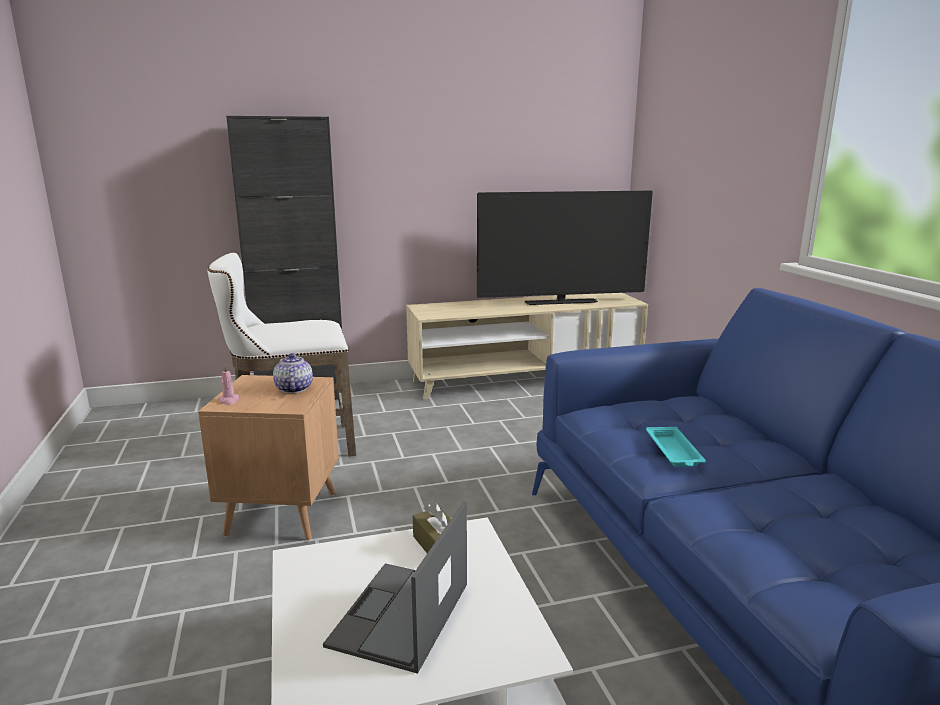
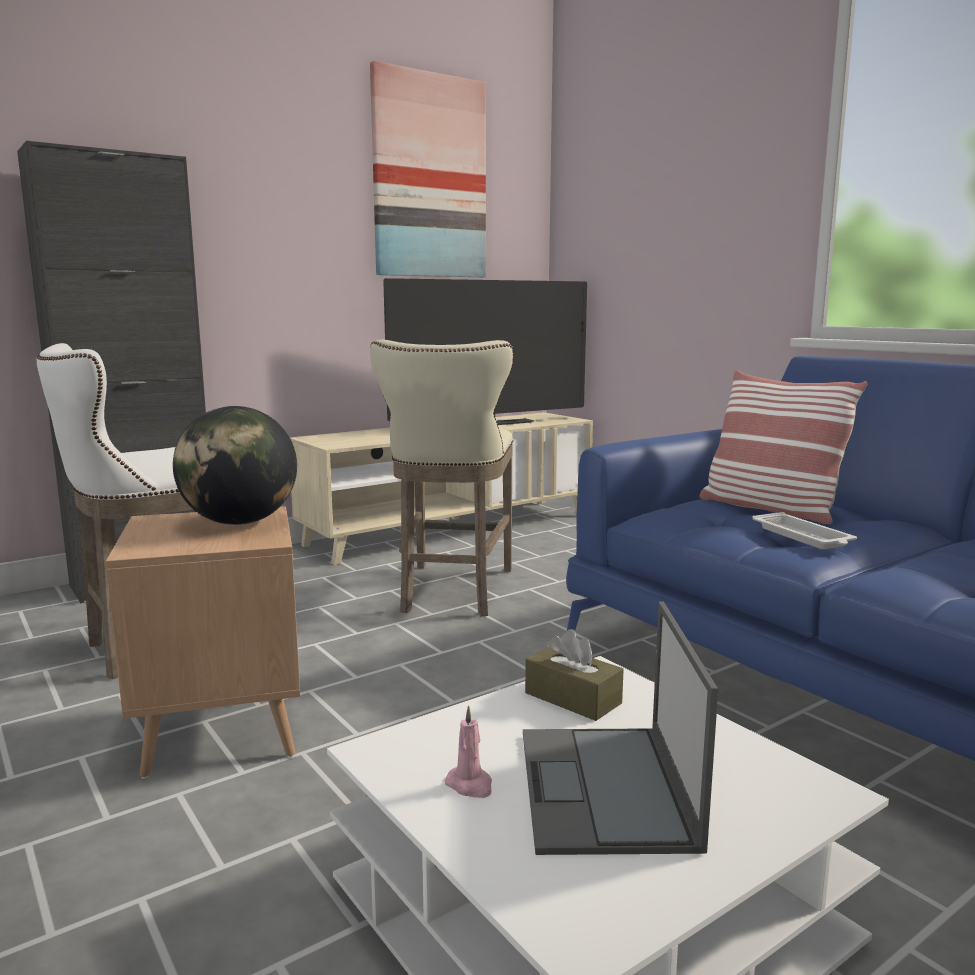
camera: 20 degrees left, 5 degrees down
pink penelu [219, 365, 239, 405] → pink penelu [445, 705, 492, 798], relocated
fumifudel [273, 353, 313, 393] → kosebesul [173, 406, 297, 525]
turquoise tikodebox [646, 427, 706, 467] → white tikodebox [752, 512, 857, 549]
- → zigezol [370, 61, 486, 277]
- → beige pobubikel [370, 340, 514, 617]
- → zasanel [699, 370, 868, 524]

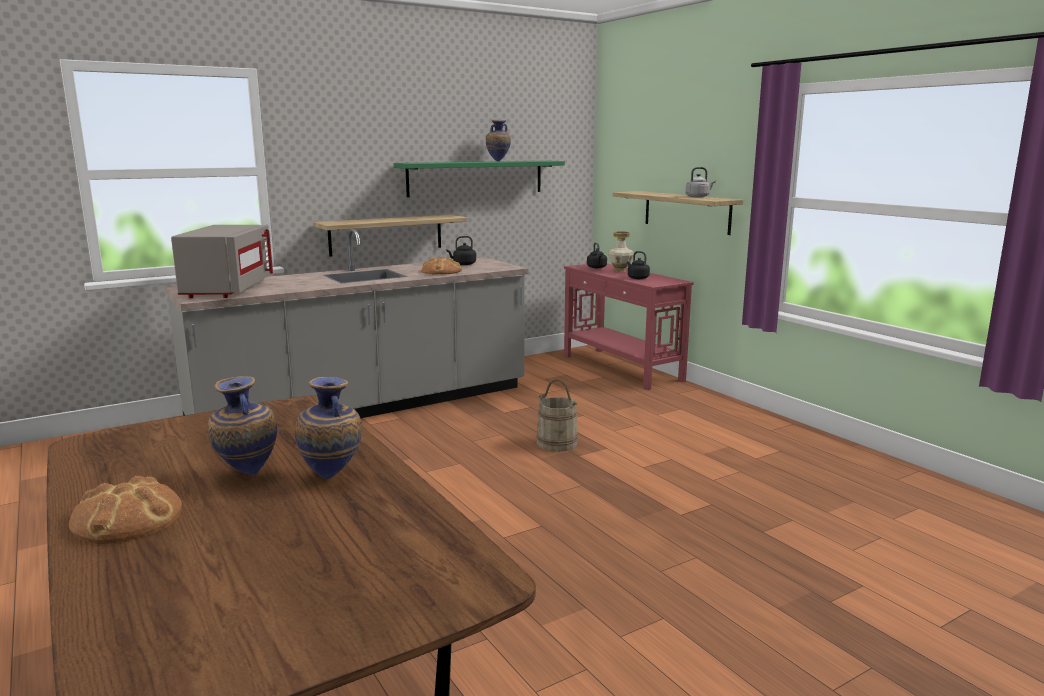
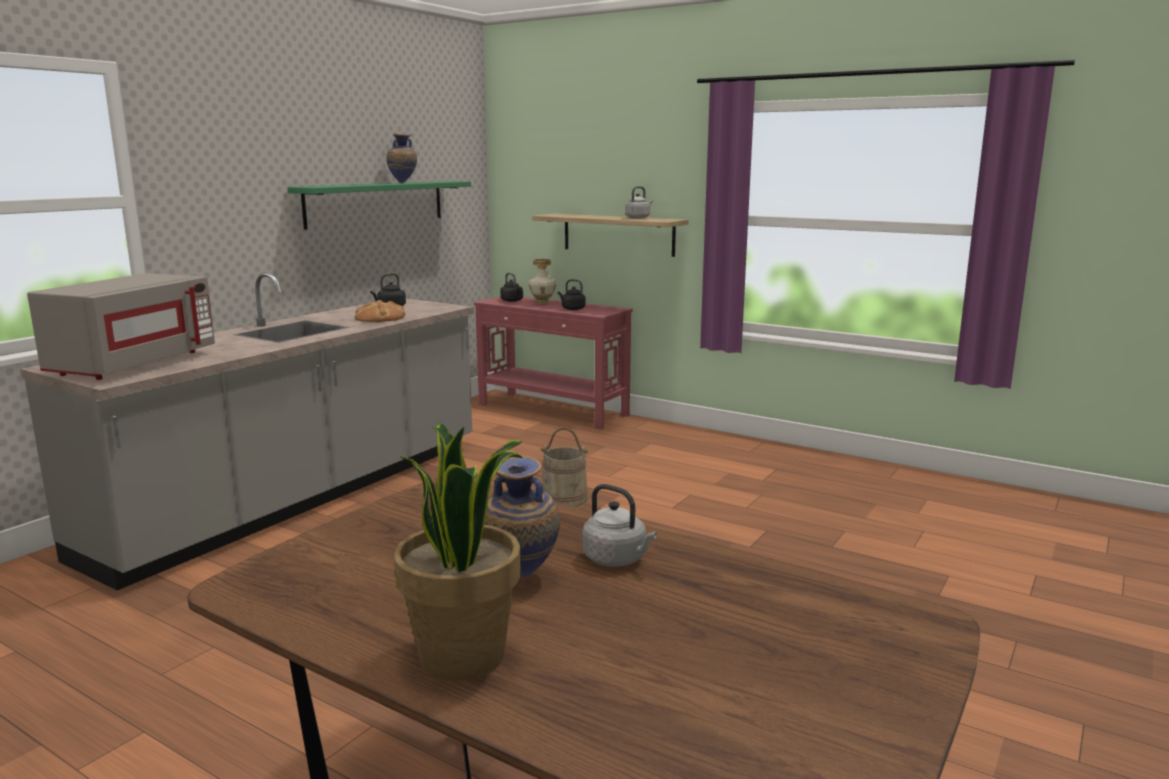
camera: 25 degrees left, 0 degrees up
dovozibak [69, 475, 182, 544] → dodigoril [394, 421, 523, 681]
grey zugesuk [171, 225, 273, 298] → grey zugesuk [27, 273, 215, 380], 45 degrees clockwise
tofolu [295, 377, 362, 480] → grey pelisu [582, 484, 657, 567]
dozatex [314, 215, 468, 257] → -

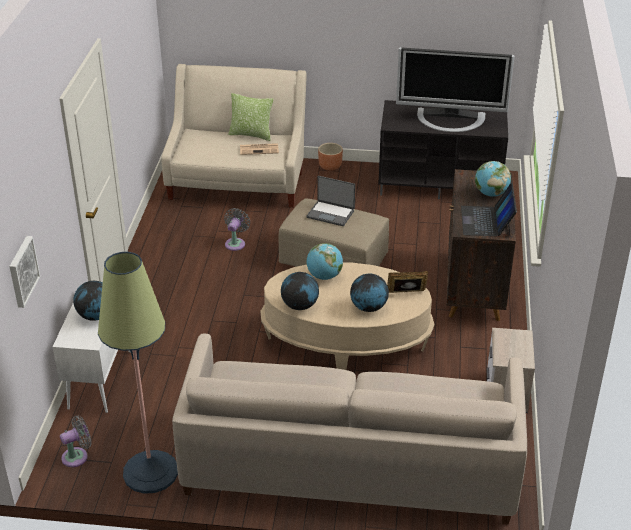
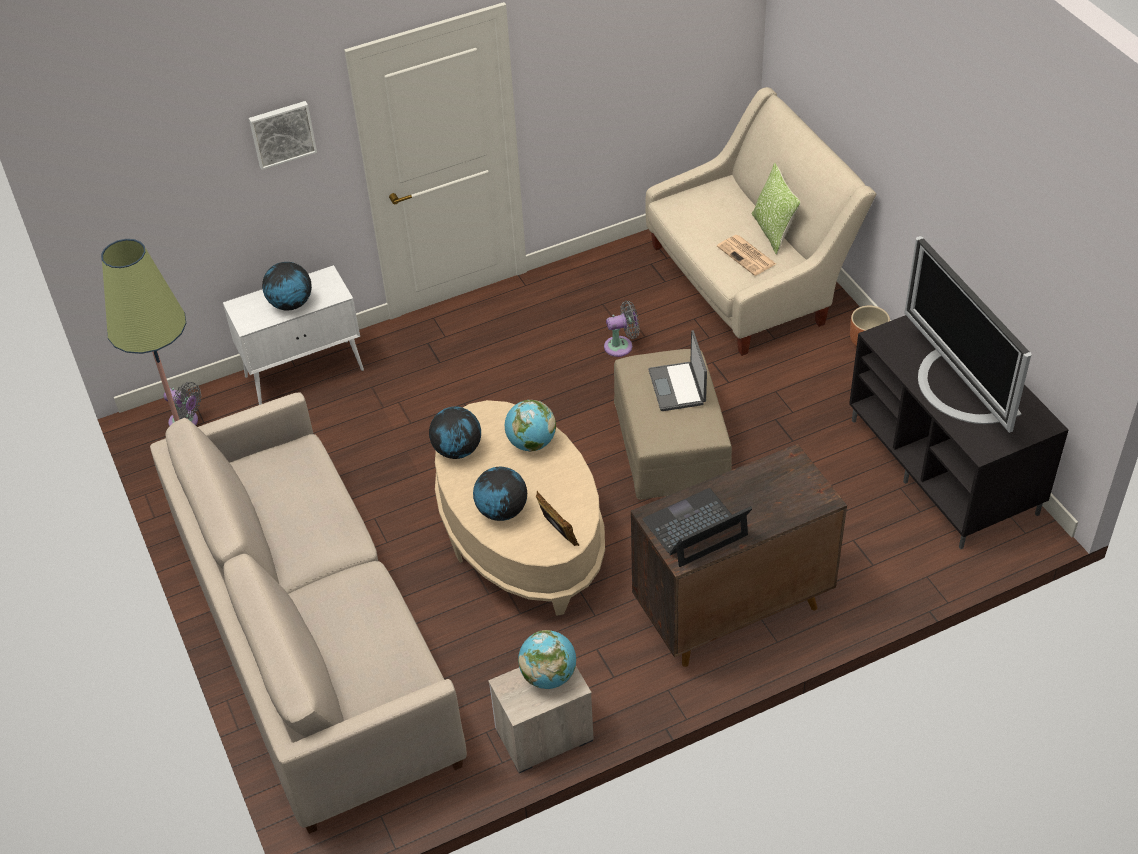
camera: 60 degrees right, 10 degrees up
zigezol [9, 236, 40, 308] → zigezol [249, 101, 317, 170], relocated
kosebesul [475, 161, 511, 197] → kosebesul [518, 630, 576, 689], relocated

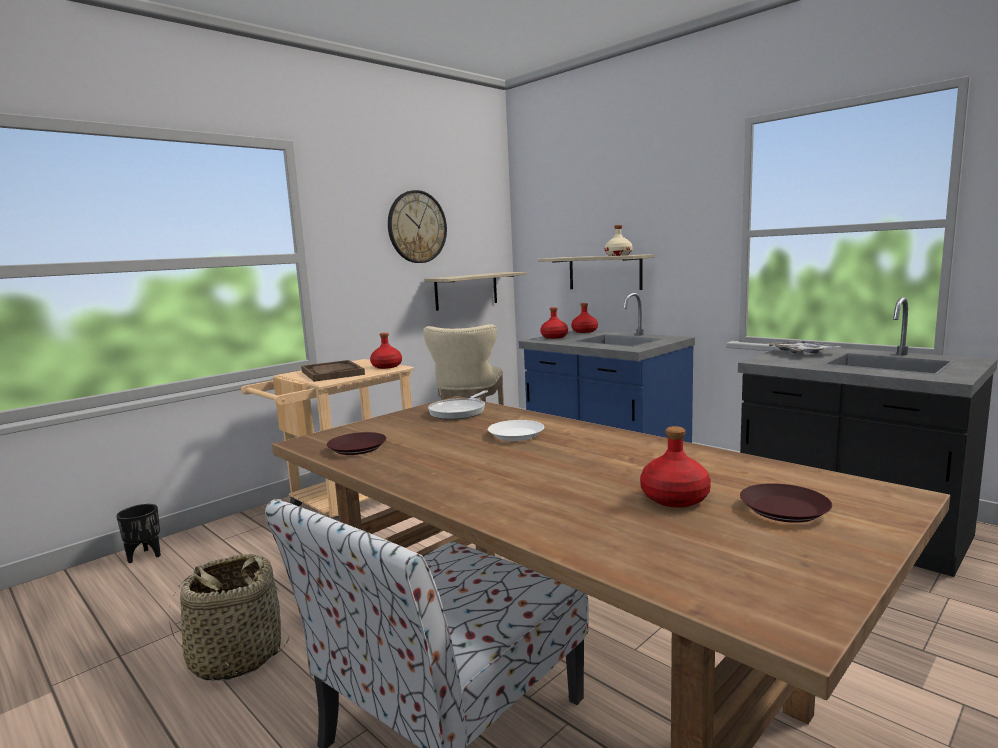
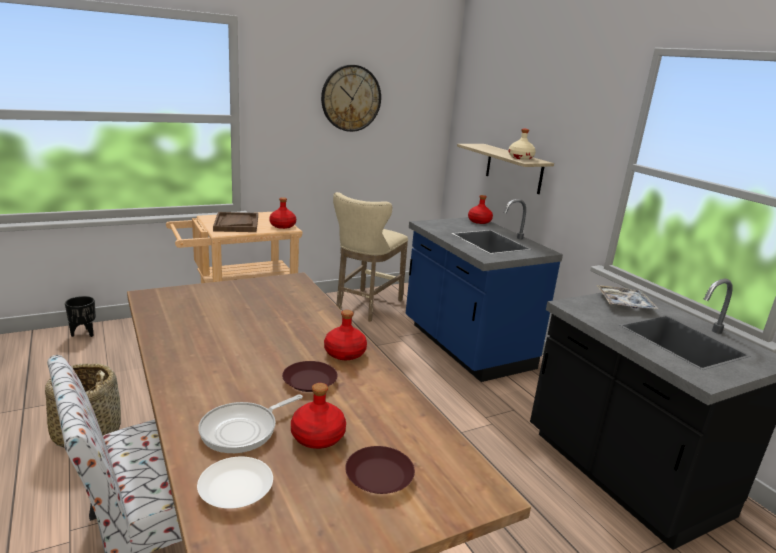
camera: 15 degrees right, 10 degrees up
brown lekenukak [327, 432, 386, 455] → brown lekenukak [282, 361, 338, 392], relocated
dozatex [424, 272, 527, 311] → -
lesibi [428, 390, 488, 420] → lesibi [198, 394, 303, 453], relocated
white lekenukak [488, 420, 544, 441] → white lekenukak [197, 457, 273, 509], relocated
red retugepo [540, 307, 568, 339] → red retugepo [324, 310, 367, 360], relocated

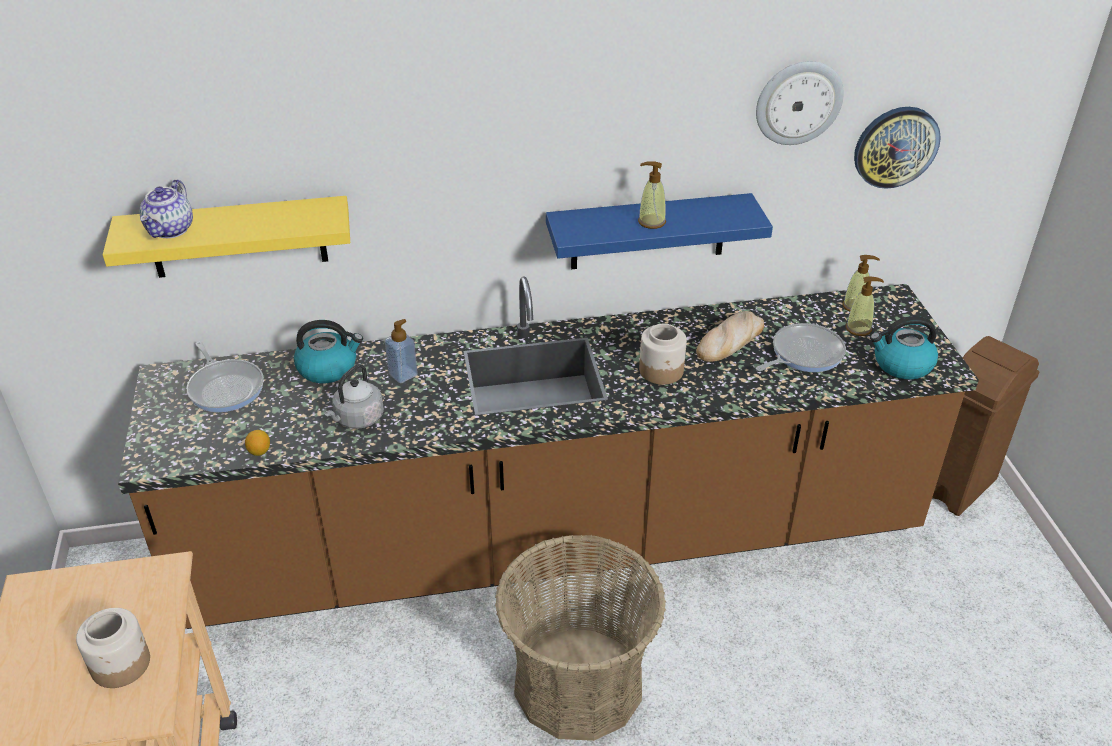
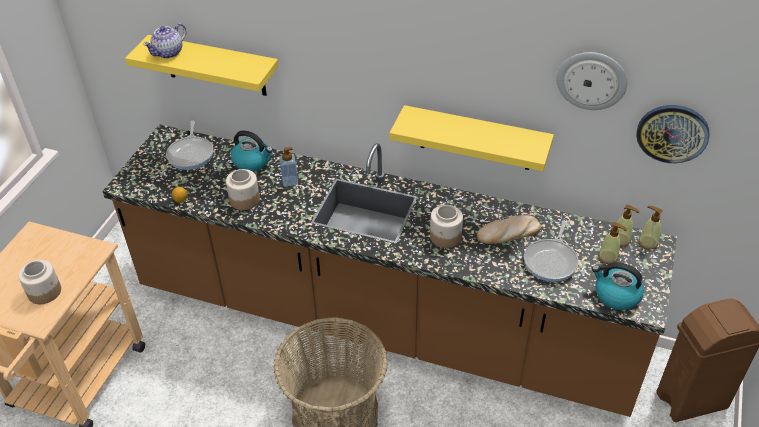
camera: 30 degrees right, 5 degrees up
grey pelisu [324, 364, 384, 429] → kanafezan [226, 169, 260, 210]
blue dozatex [546, 193, 773, 269] → yellow dozatex [390, 105, 554, 171]
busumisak [638, 161, 666, 229] → busumisak [638, 206, 663, 250], relocated
lesibi [756, 323, 846, 372] → lesibi [524, 221, 579, 282], 120 degrees clockwise

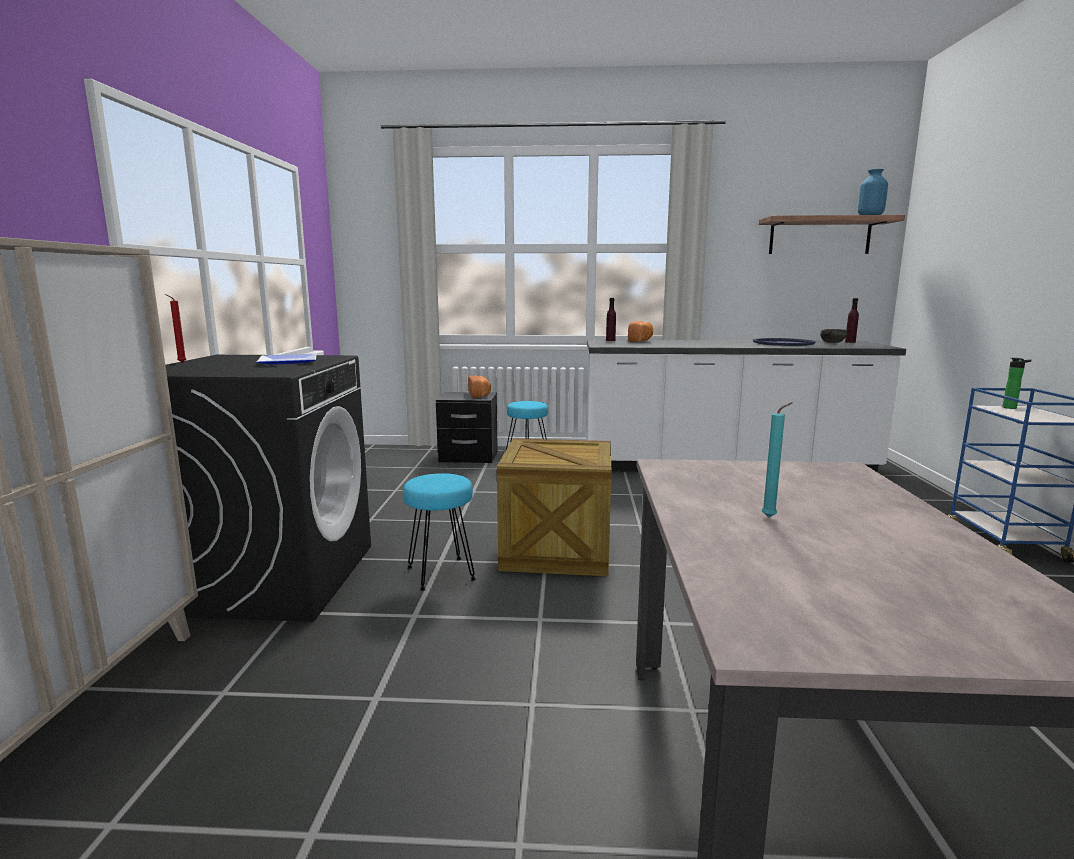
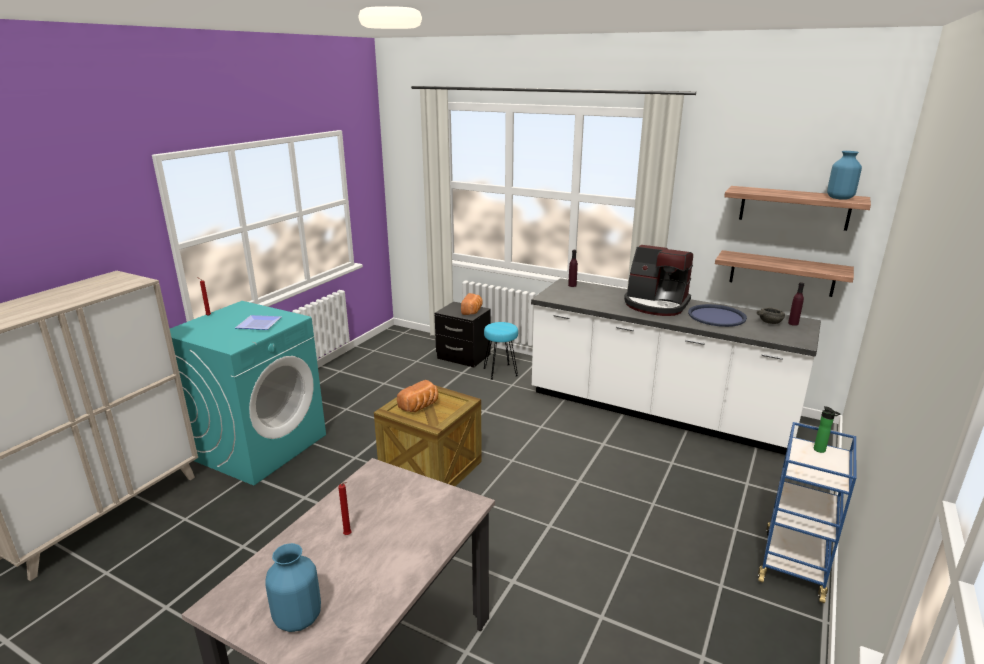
camera: 25 degrees right, 10 degrees up
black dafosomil [165, 355, 371, 622] → turquoise dafosomil [170, 301, 326, 486]
turquoise pobubikel [403, 473, 476, 591] → -
dovozibak [628, 321, 653, 342] → dovozibak [397, 380, 438, 412], relocated
turquoise penelu [762, 402, 793, 518] → red penelu [338, 482, 351, 535]
- → blue tofolu [265, 543, 321, 632]
- → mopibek [624, 245, 693, 316]
- → dozatex [715, 250, 854, 297]

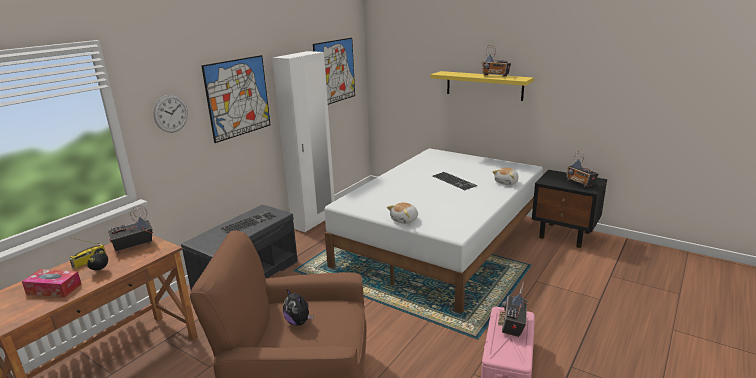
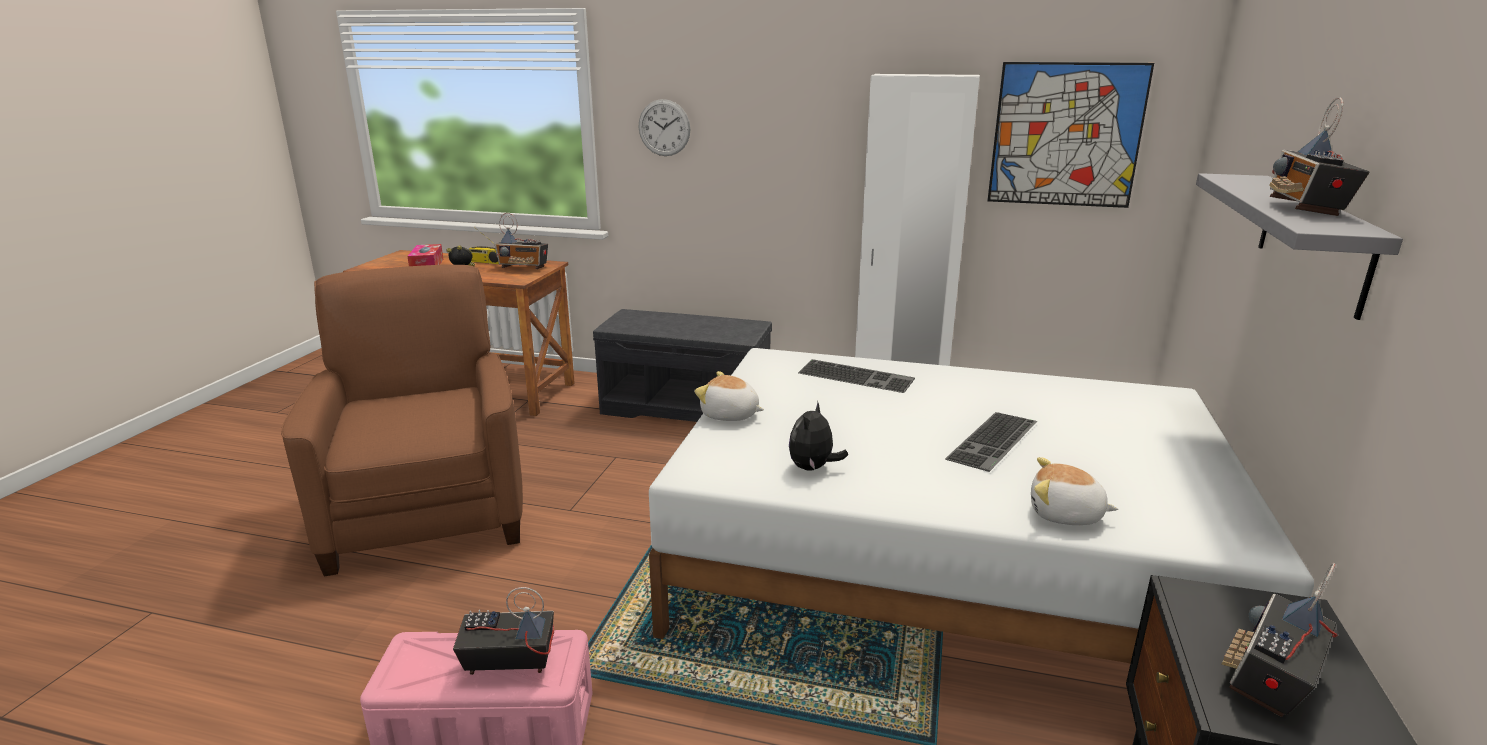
camera: 70 degrees right, 0 degrees up
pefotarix [108, 206, 154, 253] → pefotarix [495, 213, 548, 269], 150 degrees clockwise
zigezol [201, 55, 271, 143] → -
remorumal [221, 211, 277, 234] → remorumal [798, 359, 915, 393], relocated
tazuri [283, 289, 313, 326] → tazuri [789, 401, 848, 471], relocated
yellow dozatex [430, 71, 534, 101] → grey dozatex [1196, 173, 1403, 320]

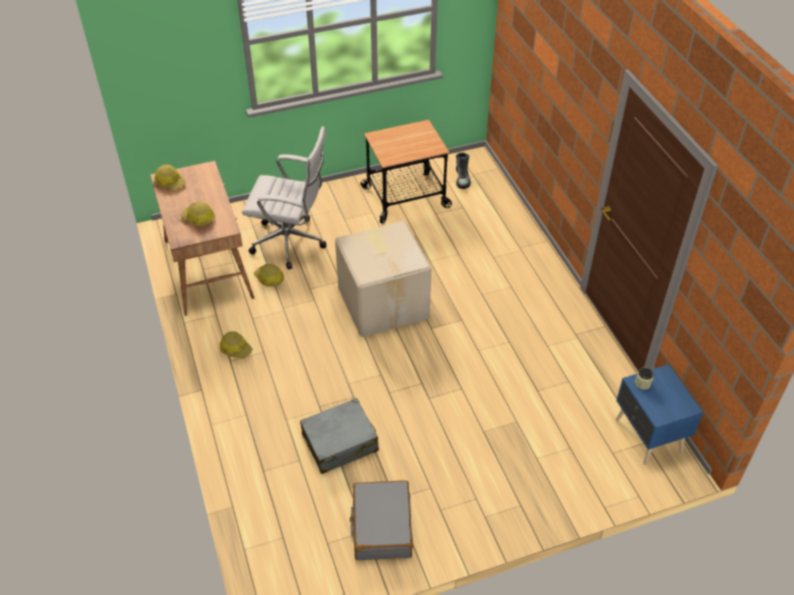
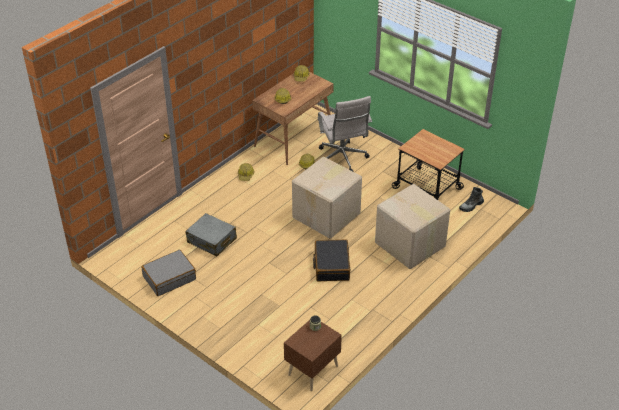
camera: 60 degrees right, 5 degrees down
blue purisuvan [616, 364, 703, 465] → brown purisuvan [284, 320, 342, 391]
- → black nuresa [313, 239, 350, 281]
- → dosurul [375, 184, 450, 269]

